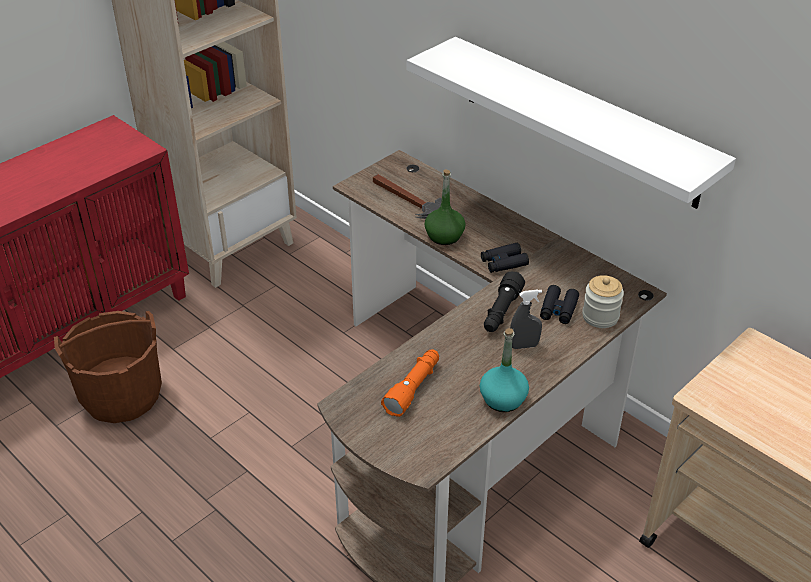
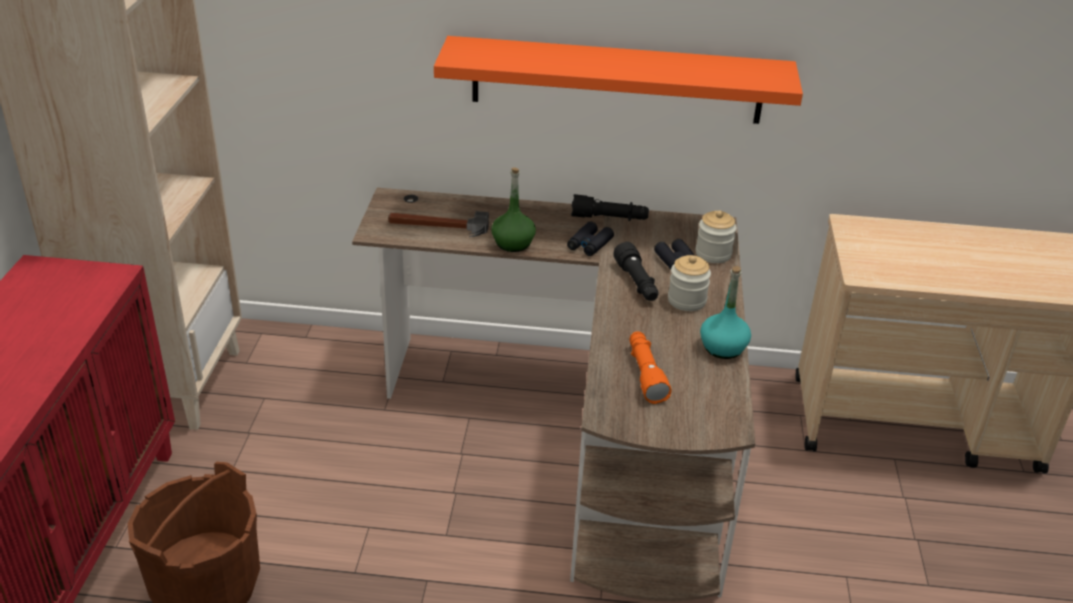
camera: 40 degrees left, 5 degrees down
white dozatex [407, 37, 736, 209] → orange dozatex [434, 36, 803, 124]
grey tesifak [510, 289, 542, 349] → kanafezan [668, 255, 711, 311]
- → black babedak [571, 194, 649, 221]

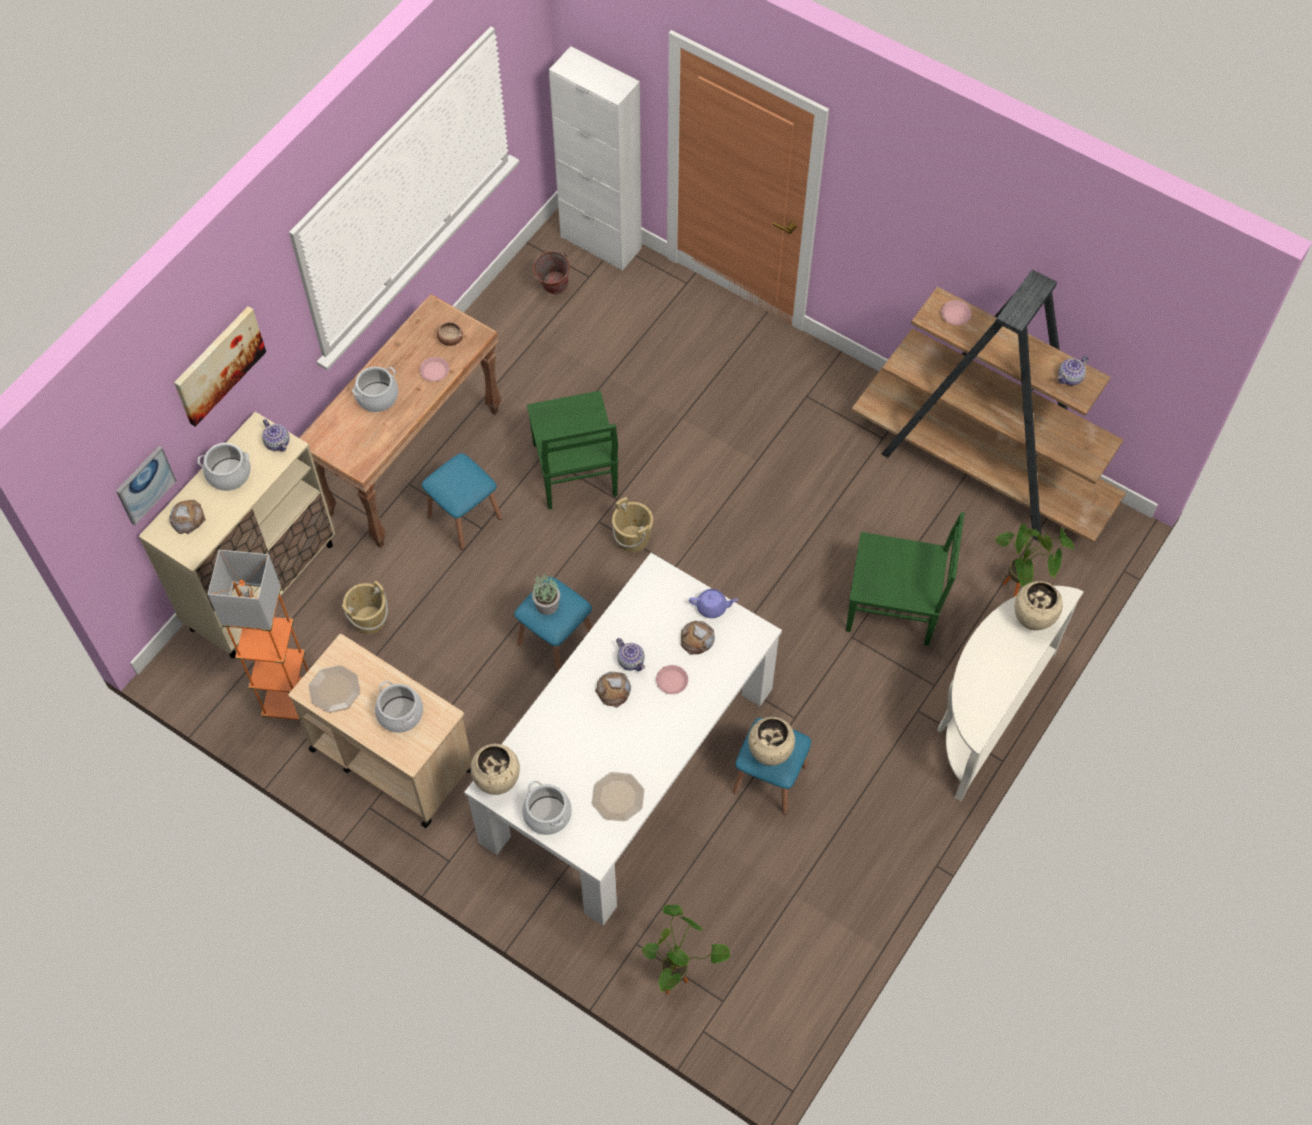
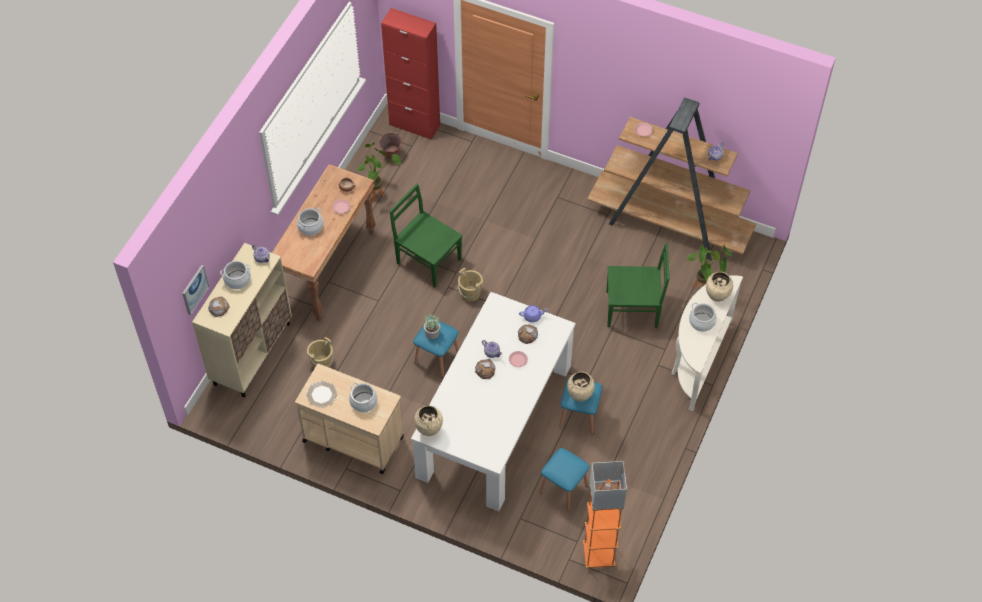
camera: 10 degrees left, 5 degrees down
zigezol [174, 306, 266, 426] → -
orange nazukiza [208, 550, 308, 720] → orange nazukiza [583, 461, 627, 569], relocated
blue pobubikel [422, 453, 502, 550] → blue pobubikel [539, 448, 590, 511], relocated
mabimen [522, 781, 572, 835] → mabimen [689, 303, 717, 332], relocated
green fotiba [527, 391, 619, 509] → green fotiba [390, 184, 463, 287], 150 degrees clockwise
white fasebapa [549, 46, 642, 271] → red fasebapa [381, 8, 440, 140]
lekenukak [592, 772, 644, 821] → -
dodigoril [641, 904, 730, 994] → dodigoril [357, 142, 401, 202], relocated

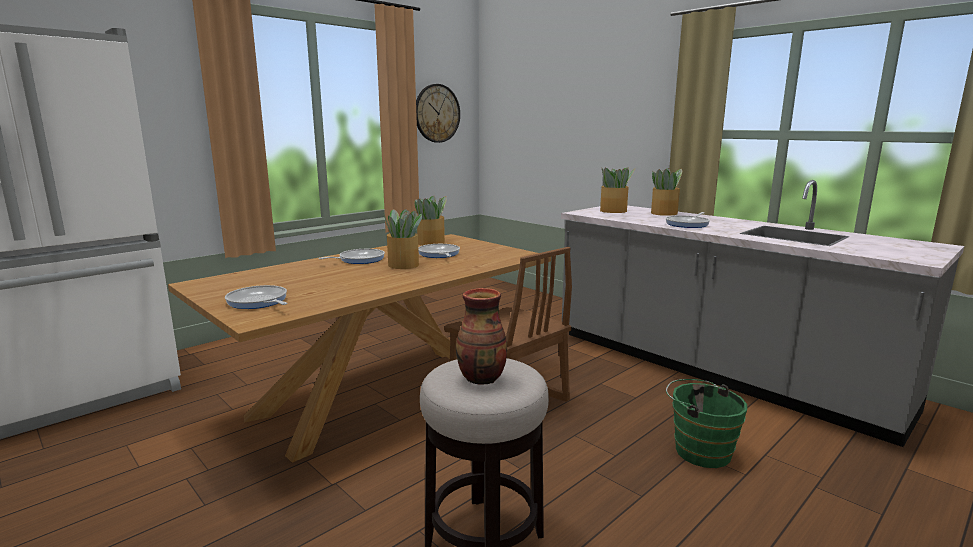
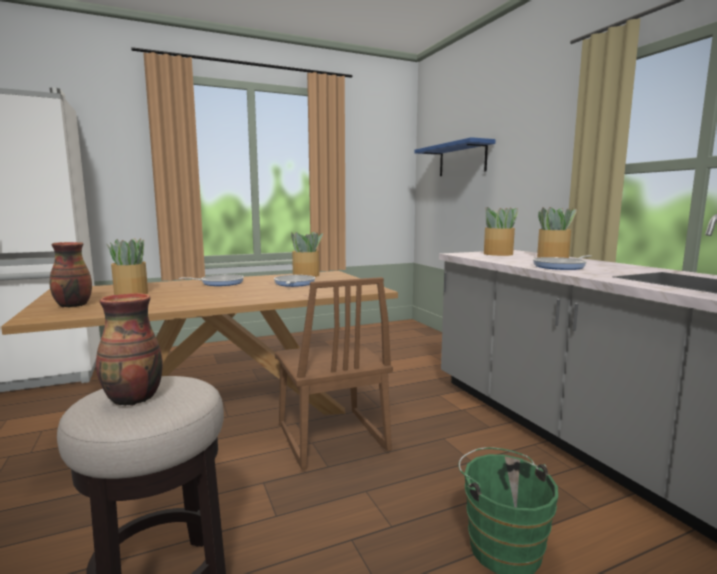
camera: 20 degrees right, 5 degrees down
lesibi [225, 285, 287, 309] → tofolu [50, 242, 92, 308]
dodigoril [383, 209, 423, 269] → dodigoril [106, 238, 148, 295], relocated
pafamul [416, 84, 460, 143] → -
- → blue dozatex [414, 137, 496, 176]

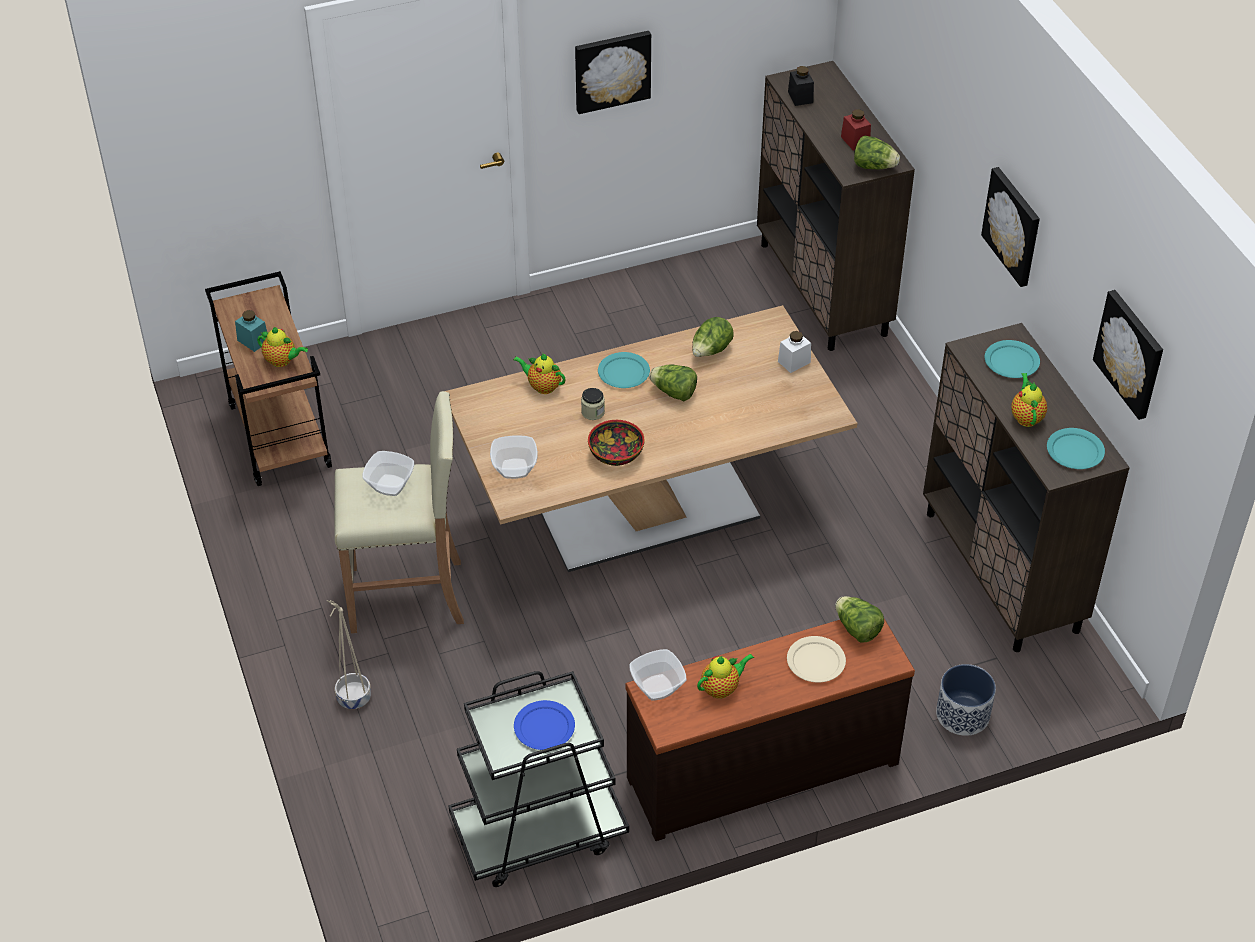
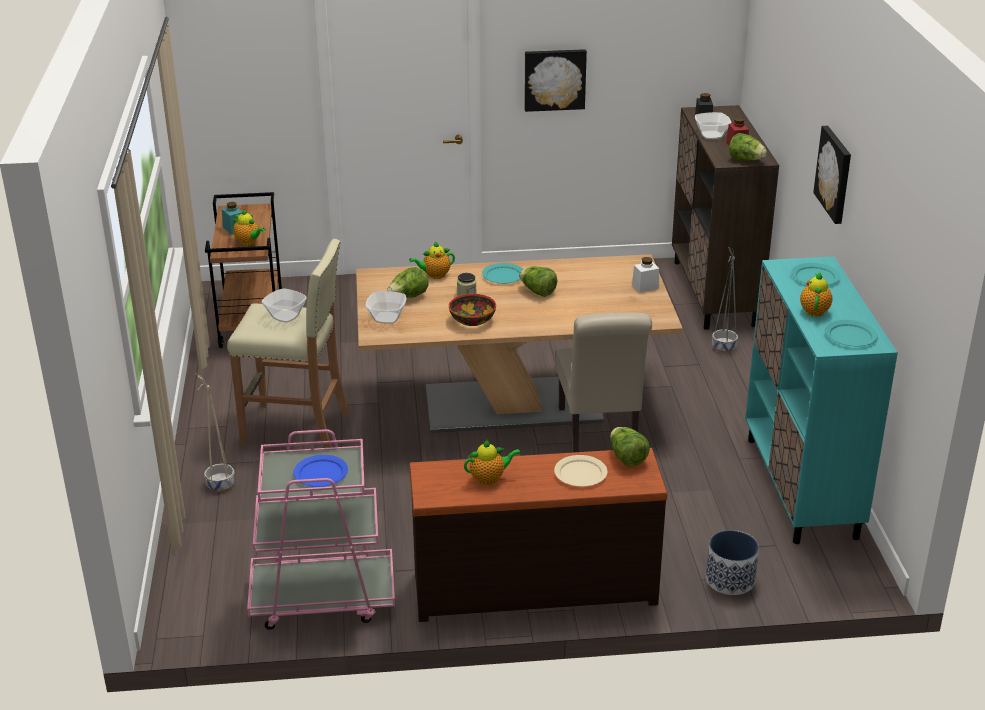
camera: 15 degrees right, 15 degrees down
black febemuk [448, 671, 629, 887] → pink febemuk [247, 429, 395, 630]
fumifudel [513, 353, 565, 394] → fumifudel [409, 241, 455, 279], 60 degrees counterclockwise
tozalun [629, 649, 687, 701] → tozalun [695, 112, 731, 139], relocated
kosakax [692, 317, 734, 357] → kosakax [387, 267, 429, 298], relocated
brown fasebapa [923, 323, 1130, 652] → turquoise fasebapa [745, 257, 898, 544]
zigezol [1093, 290, 1163, 420] → -
- → beige fotiba [555, 312, 652, 453]
- → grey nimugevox [712, 247, 738, 353]

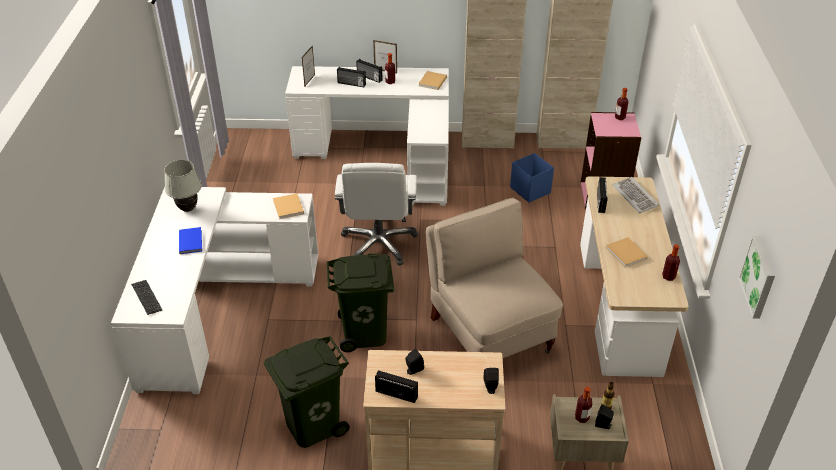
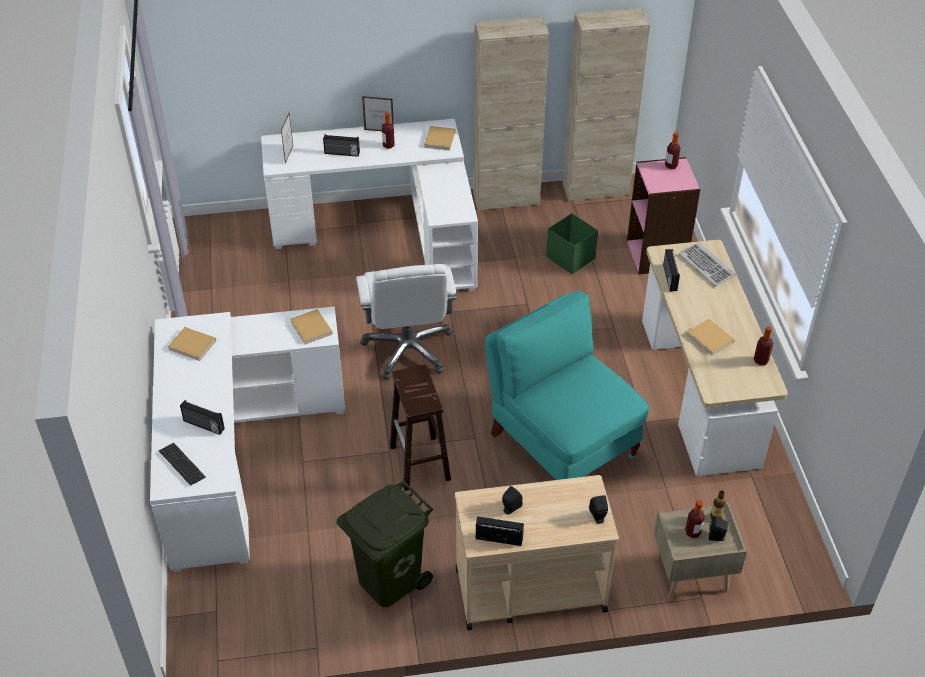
camera: 10 degrees left, 5 degrees up
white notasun [165, 160, 202, 212] → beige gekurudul [168, 327, 216, 361]
blue gekurudul [179, 227, 202, 254] → -
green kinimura [326, 254, 394, 352] → brown pobubikel [390, 364, 451, 491]
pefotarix [356, 59, 383, 83] → pefotarix [180, 400, 225, 435], relocated
beige fotiba [426, 198, 563, 358] → turquoise fotiba [485, 290, 649, 480]
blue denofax [510, 153, 554, 203] → green denofax [546, 213, 598, 274]
zigezol [738, 236, 775, 319] → -

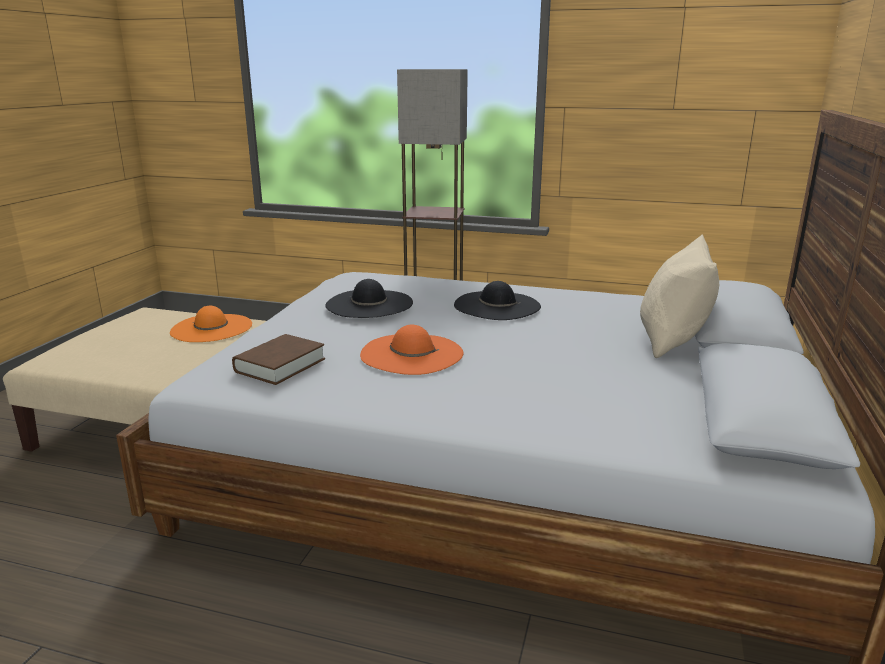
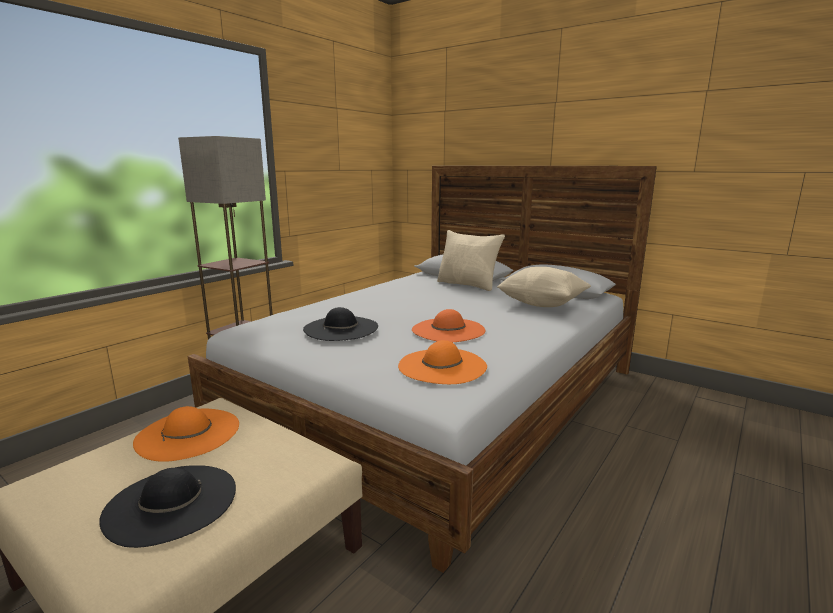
camera: 70 degrees left, 5 degrees down
brown gekurudul [232, 334, 325, 385] → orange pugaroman [398, 340, 487, 384]
black pugaroman [454, 281, 541, 320] → black pugaroman [99, 465, 236, 548], relocated
- → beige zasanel [497, 267, 591, 307]

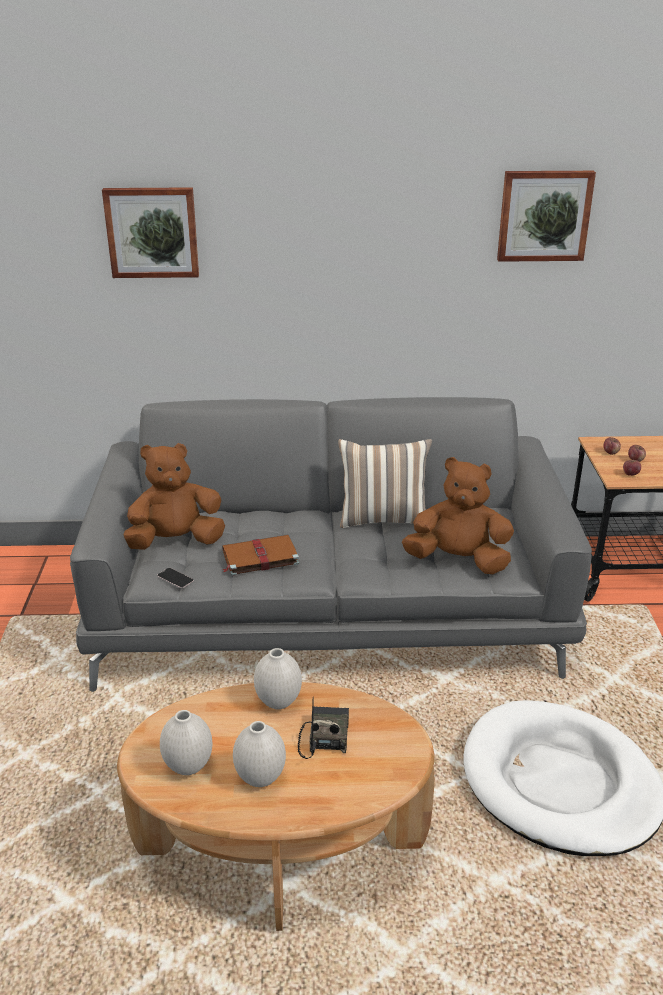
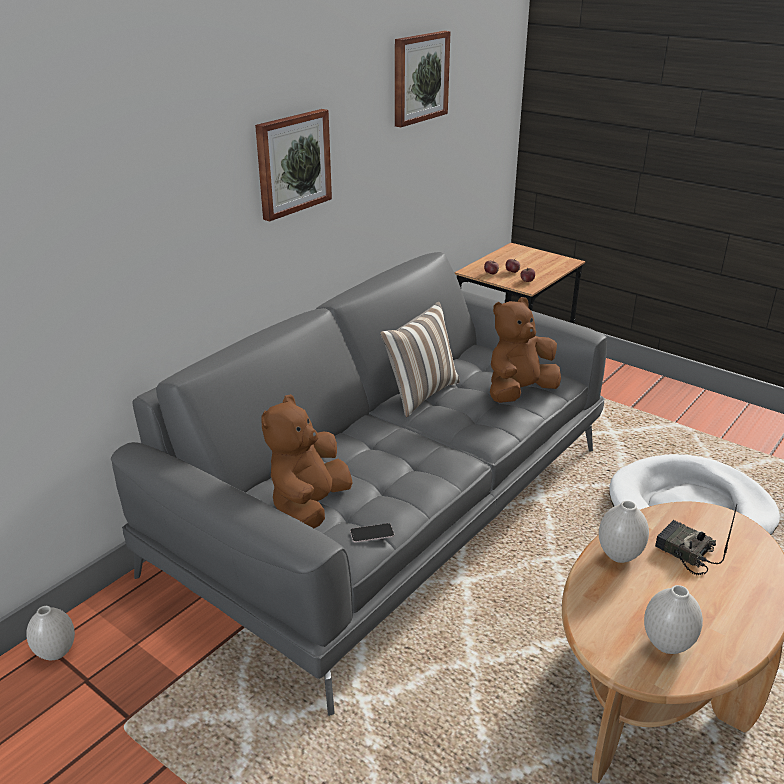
camera: 50 degrees left, 0 degrees up
zigezol [102, 187, 199, 278] → zigezol [255, 109, 332, 222], relocated
brown gekurudul [222, 535, 299, 576] → -
white tofolu [233, 721, 286, 787] → white tofolu [26, 606, 75, 660], relocated

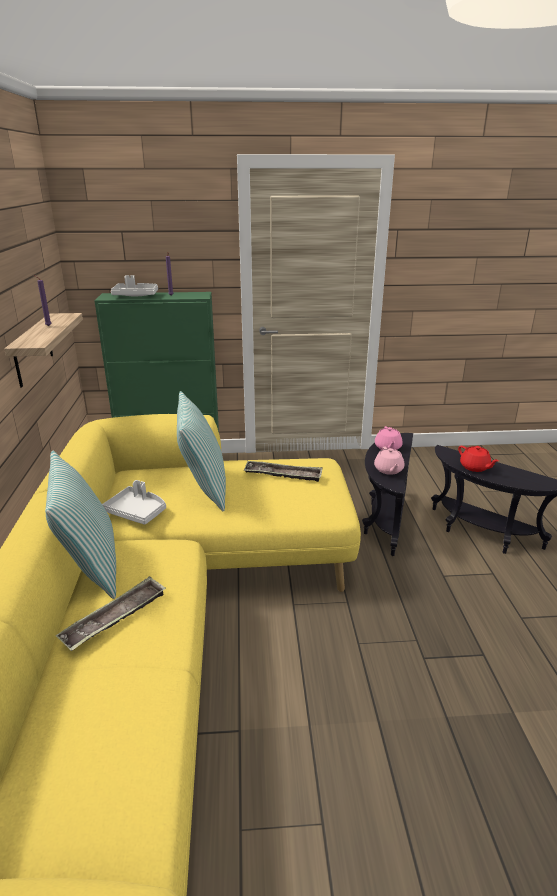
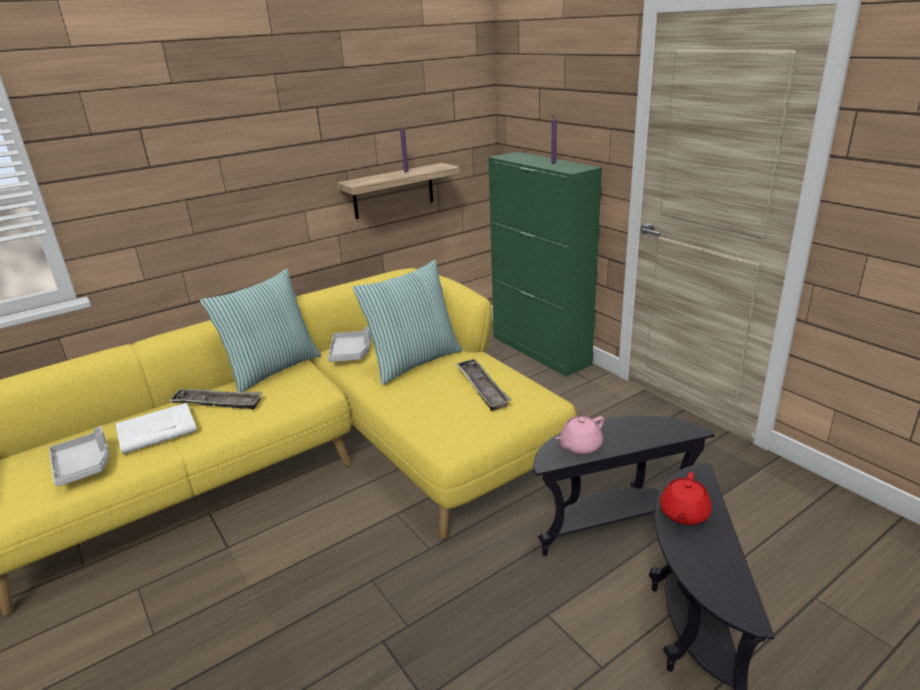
camera: 60 degrees right, 0 degrees up
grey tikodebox [111, 275, 158, 296] → grey tikodebox [49, 426, 109, 487], relocated
pink fumifudel [375, 426, 403, 450] → -
- → white gekurudul [115, 403, 197, 454]

